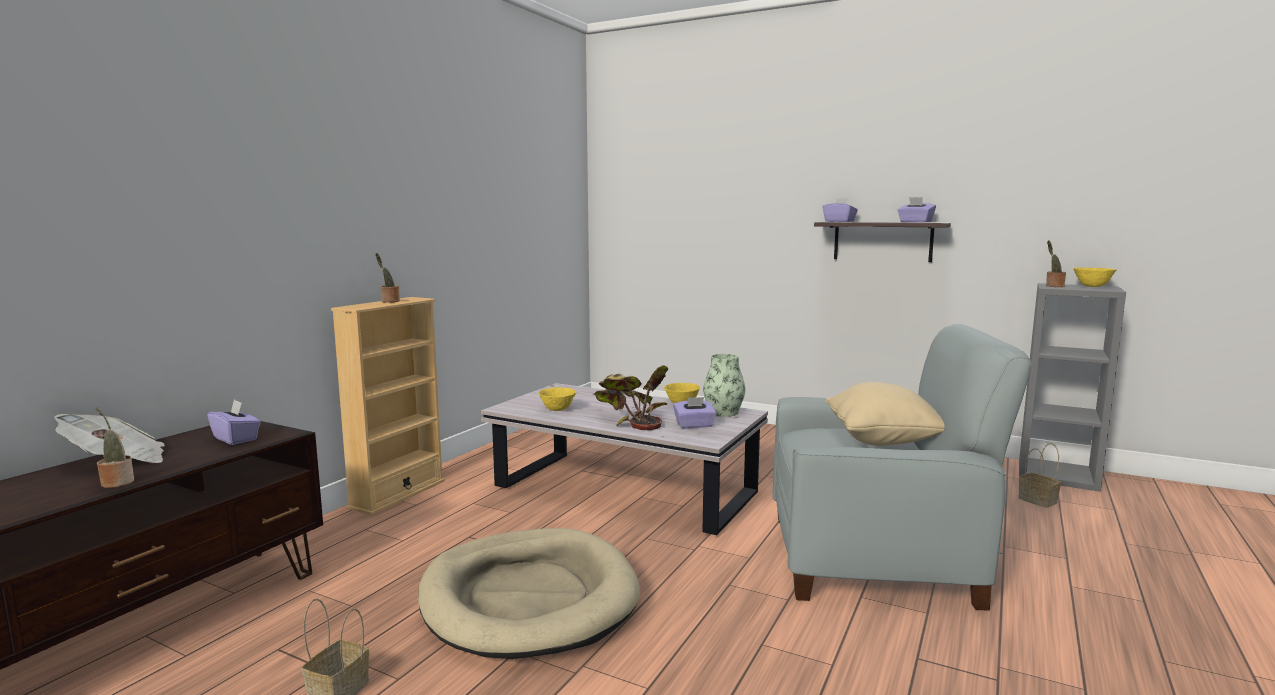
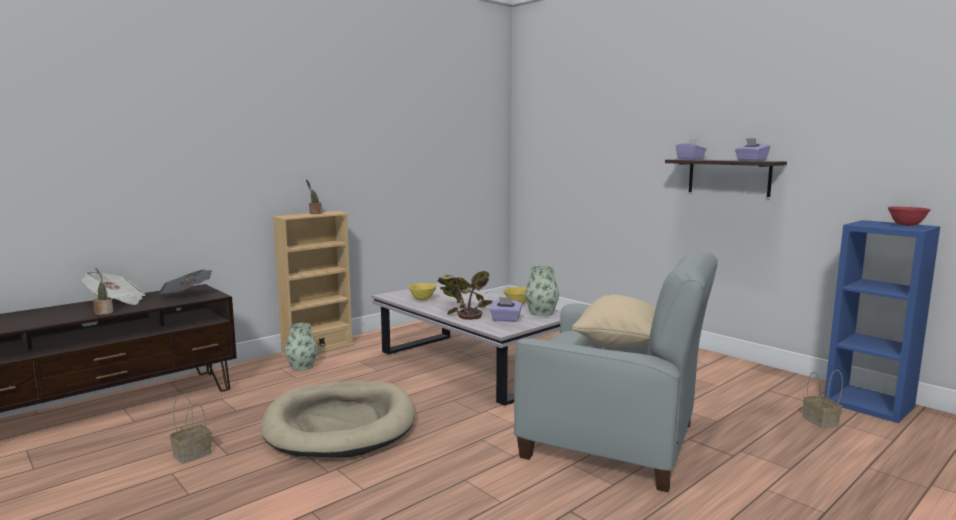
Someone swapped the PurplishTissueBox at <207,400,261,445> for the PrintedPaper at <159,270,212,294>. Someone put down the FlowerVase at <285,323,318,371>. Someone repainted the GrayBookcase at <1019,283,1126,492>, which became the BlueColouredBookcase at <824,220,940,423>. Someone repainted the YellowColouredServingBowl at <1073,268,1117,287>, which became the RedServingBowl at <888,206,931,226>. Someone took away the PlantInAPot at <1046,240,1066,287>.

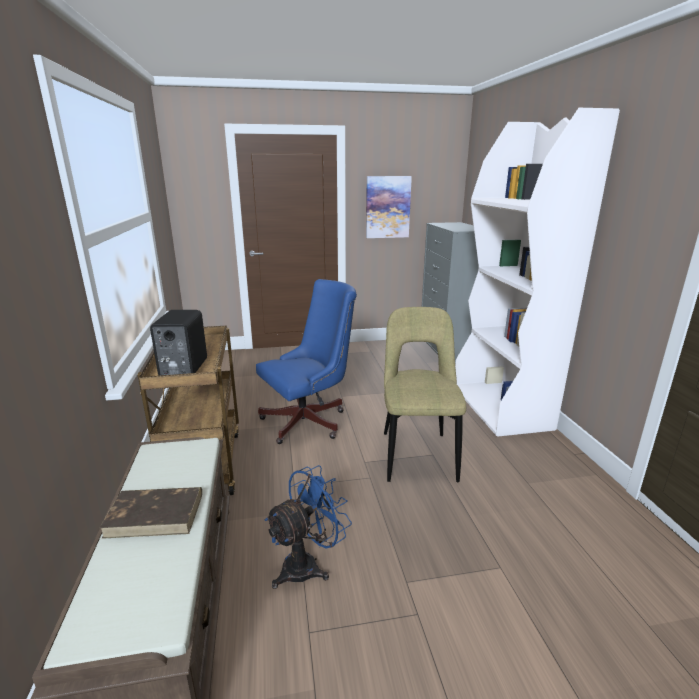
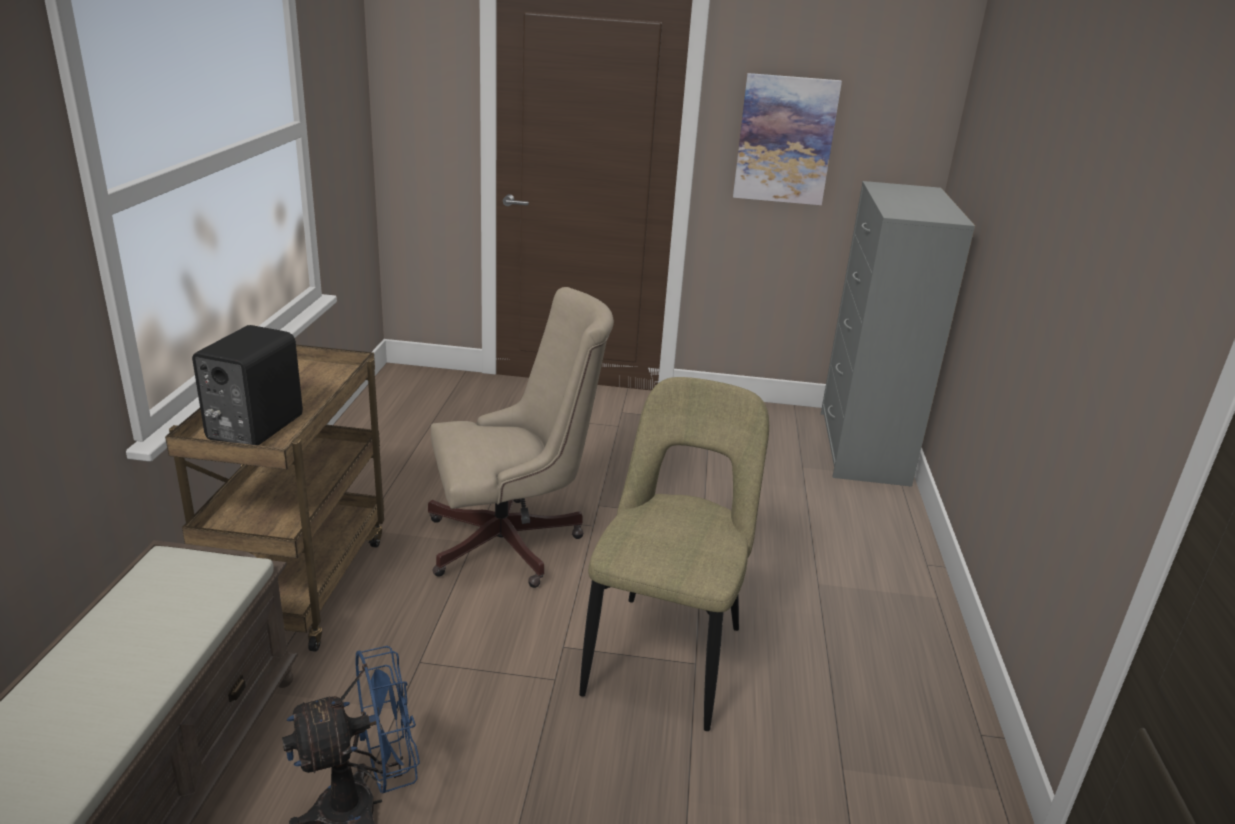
Someone repainted the BlueColouredComputerChair at <256,279,357,444>, which became the BeigeColouredComputerChair at <428,287,614,588>. Someone took away the BrownColouredBook at <99,487,202,539>. Someone took away the WhiteColouredBookcase at <455,108,620,437>.

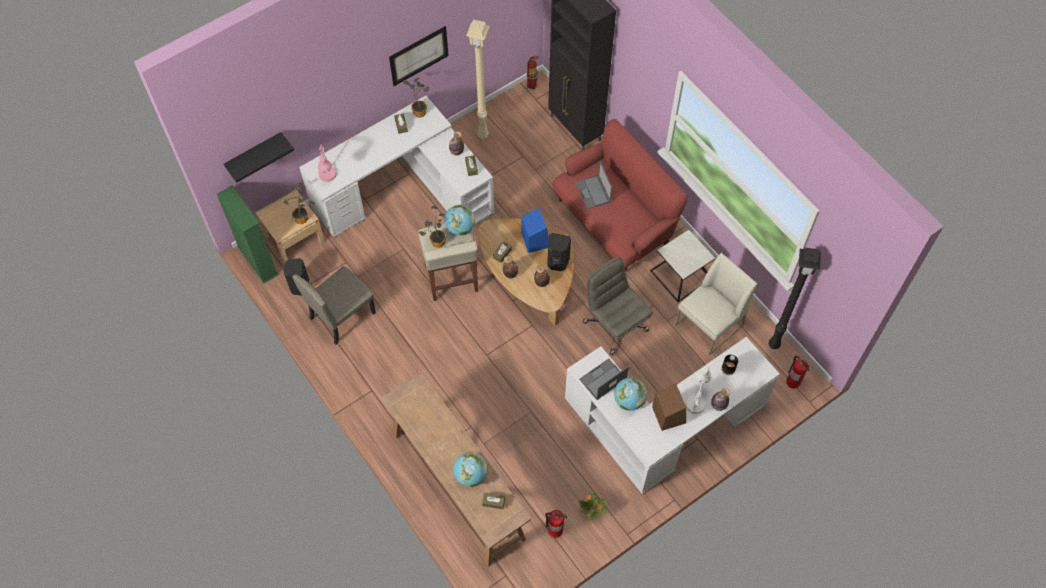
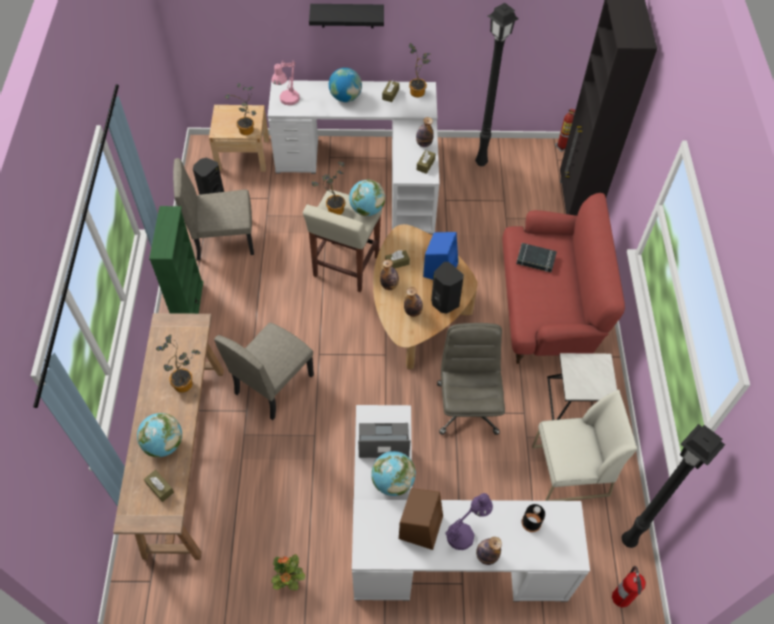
Someone carried the GreenColouredBookcase from <217,185,279,283> to <149,206,203,314>. Someone put down the PlantInAPot at <156,334,200,393>. Someone put down the BeigeColouredUprightChair at <214,323,314,420>. Someone carried the BlackColouredBracketShelf from <224,132,294,183> to <309,4,384,28>. Someone put down the WorldGlobe at <329,68,362,102>. Someone repainted the WhiteColouredLampForATable at <685,366,711,414>, which became the PurplishLampForATable at <445,493,493,550>. Someone repainted the BeigeColouredStandardLamp at <466,19,490,138>, which became the BlackColouredStandardLamp at <475,3,519,166>. Someone swapped the PortableComputer at <575,161,613,209> for the BlackColouredBook at <516,243,557,272>. Someone took away the WallPicture at <389,26,449,86>. Someone took away the Extinguisher at <545,510,567,538>.

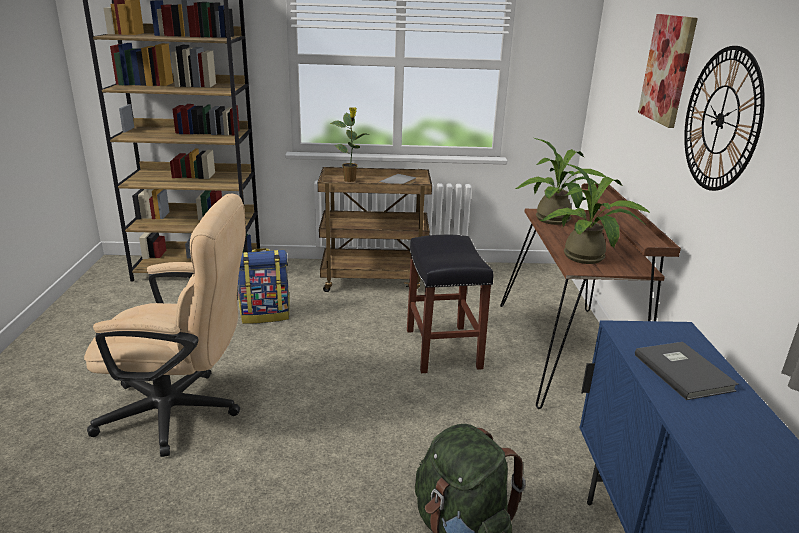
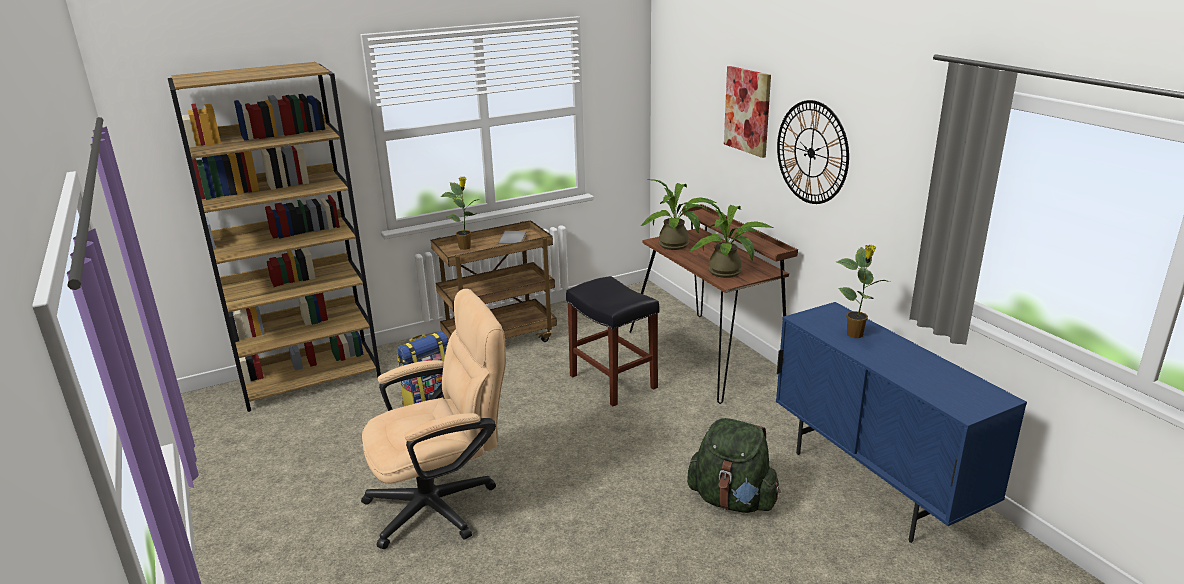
Someone swapped the GrayBook at <635,342,739,400> for the PlantInAPot at <837,244,891,338>.

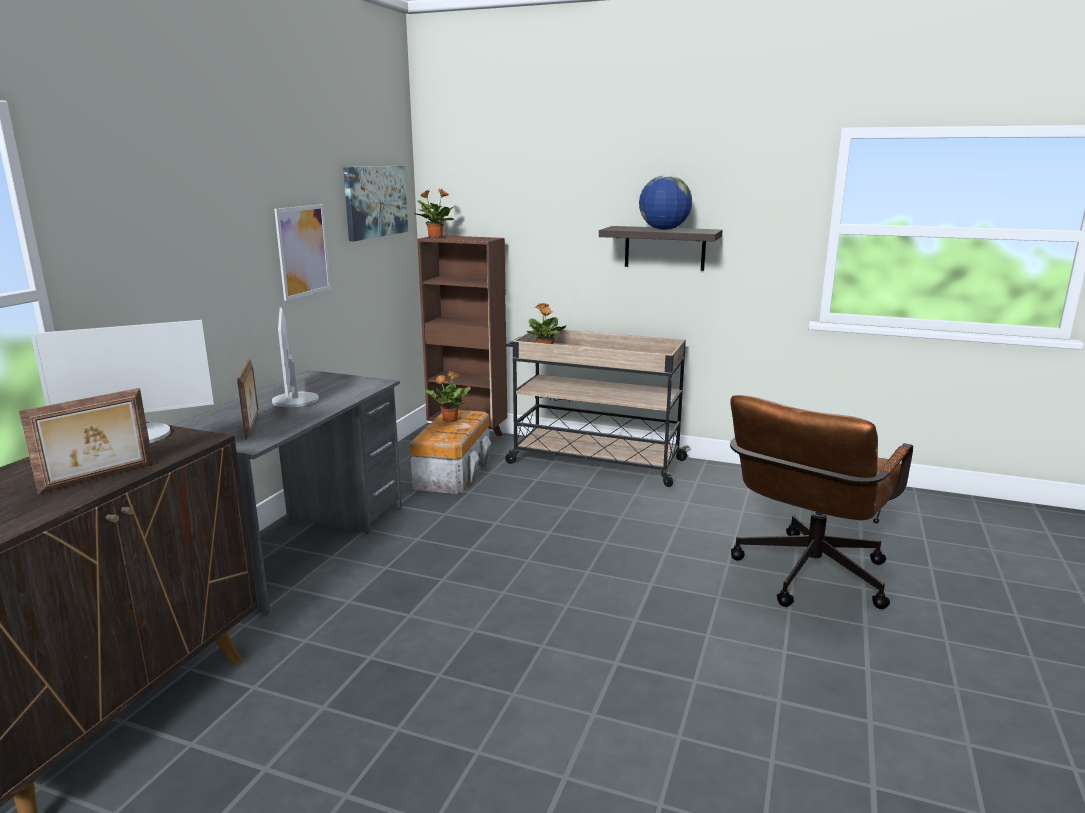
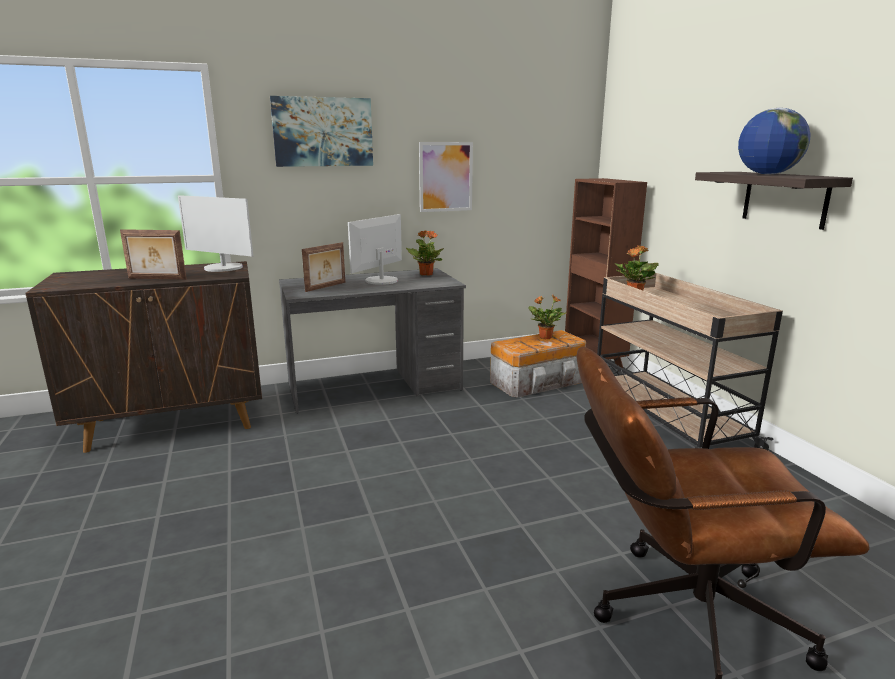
Someone carried the WallPicture from <343,166,408,241> to <270,96,373,167>. Someone carried the PlantInAPot from <413,188,455,238> to <406,230,444,276>.

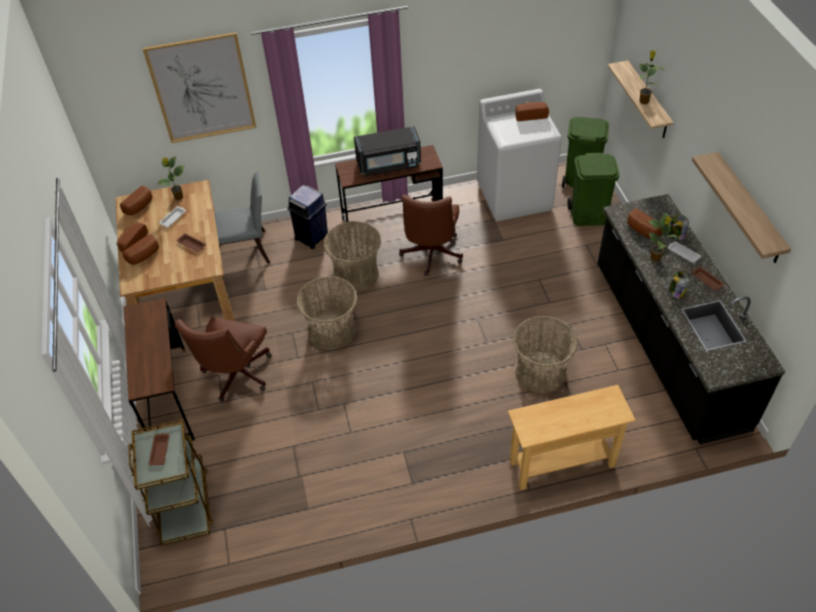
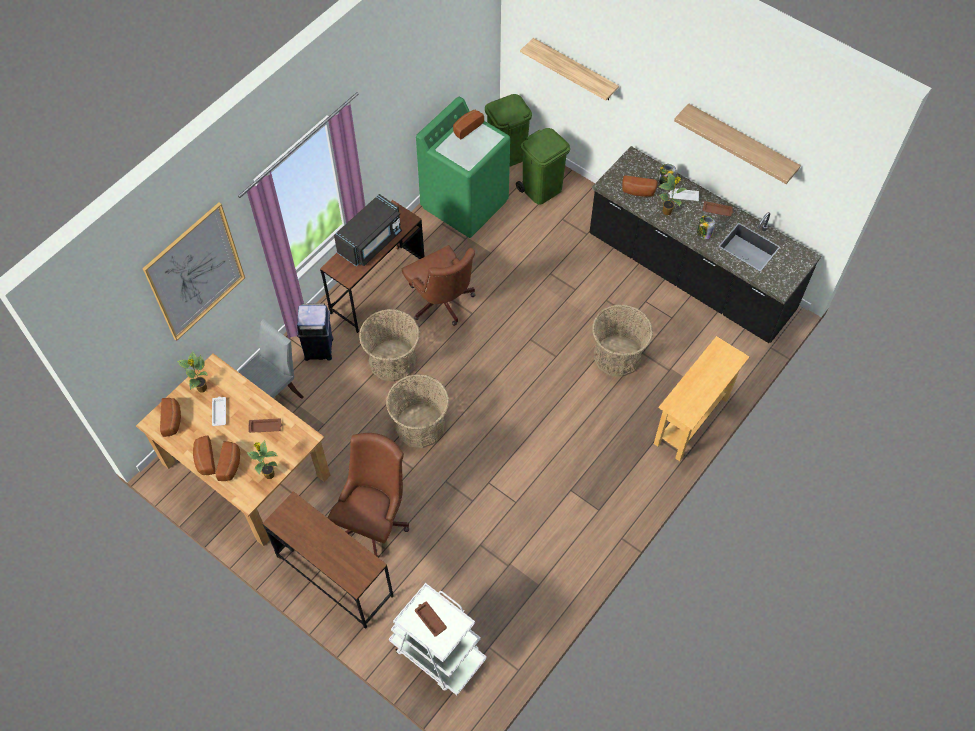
Someone carried the PlantInAPot from <639,51,664,104> to <247,441,278,479>. Someone rotated the BrownColouredComputerChair at <175,317,272,401> by 135 degrees counterclockwise. Someone repainted the BrownColouredCart at <128,420,213,546>, which became the WhiteColouredCart at <389,583,487,695>. Someone repainted the WhiteColouredWashingMachine at <477,89,562,221>, which became the GreenColouredWashingMachine at <416,97,510,238>.

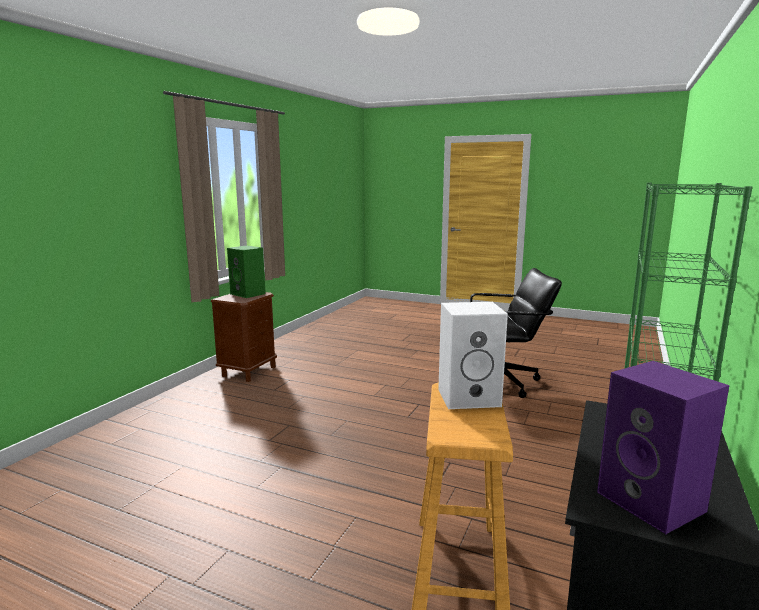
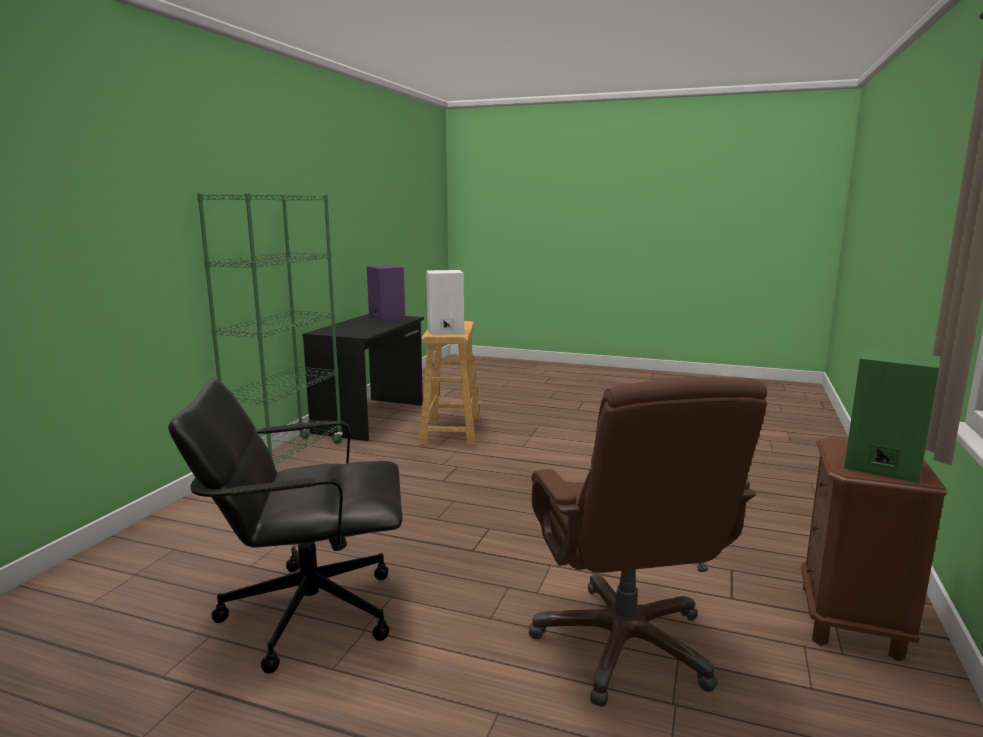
Someone put down the BrownColouredComputerChair at <529,377,767,707>.

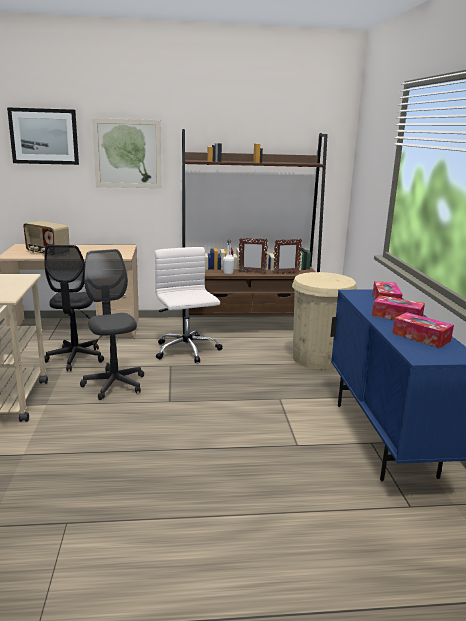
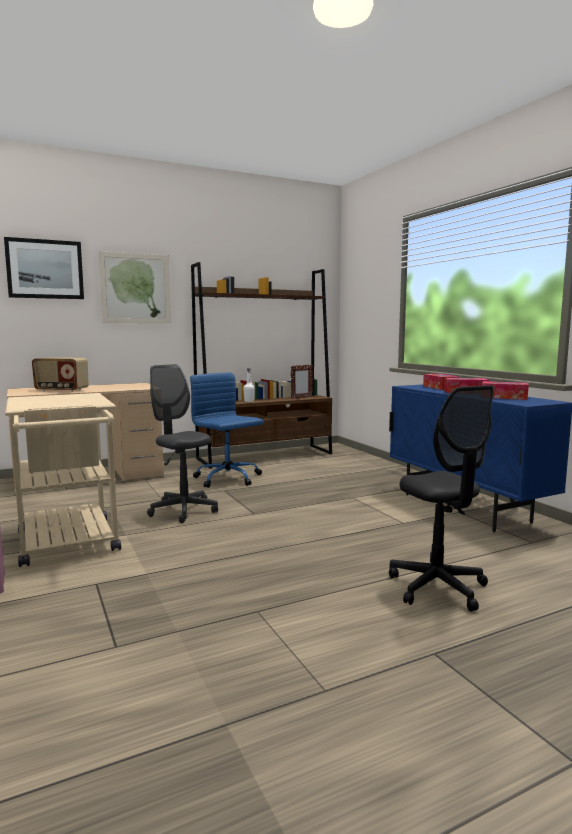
Someone repainted the WhiteColouredComputerChair at <155,247,223,363>, which became the BlueColouredComputerChair at <190,372,264,488>. Someone carried the BlackColouredComputerChair from <44,245,104,371> to <389,385,494,612>. Someone took away the PhotoFrame at <239,238,268,273>. Someone took away the BeigeColouredWasteBin at <292,272,357,370>.

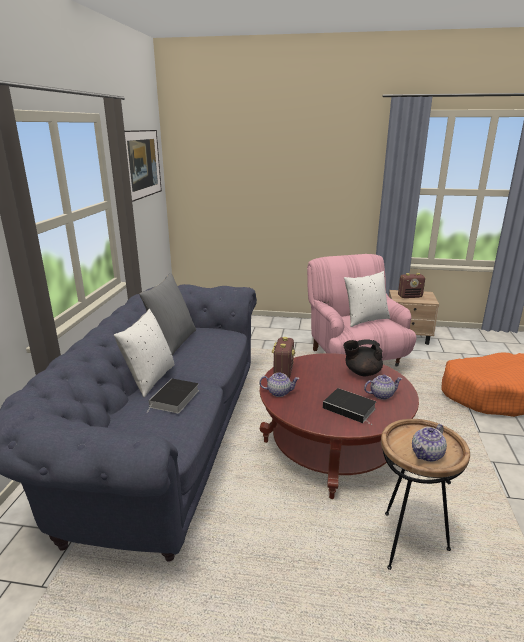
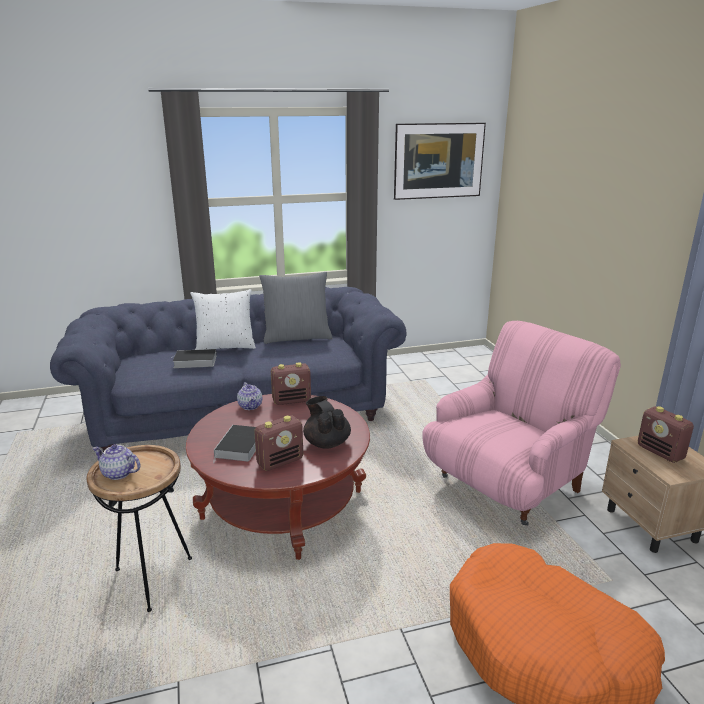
Someone swapped the Teapot at <364,375,402,400> for the RadioSet at <254,415,303,471>. Someone took away the WhiteColouredThrowPillow at <344,271,390,327>.

